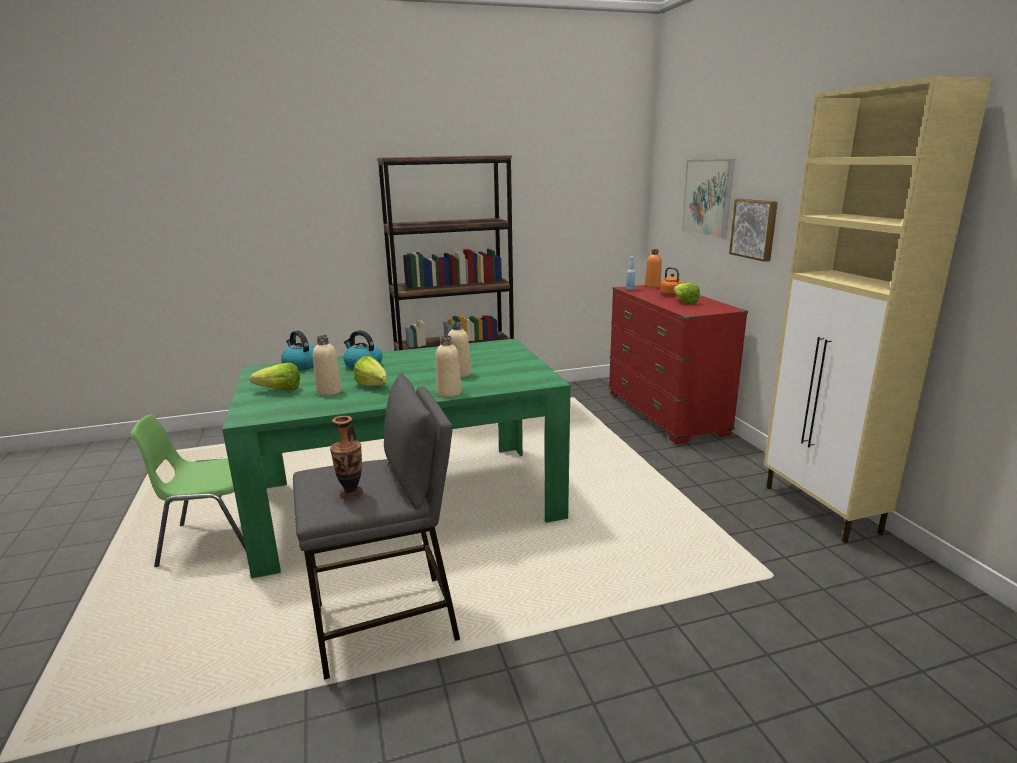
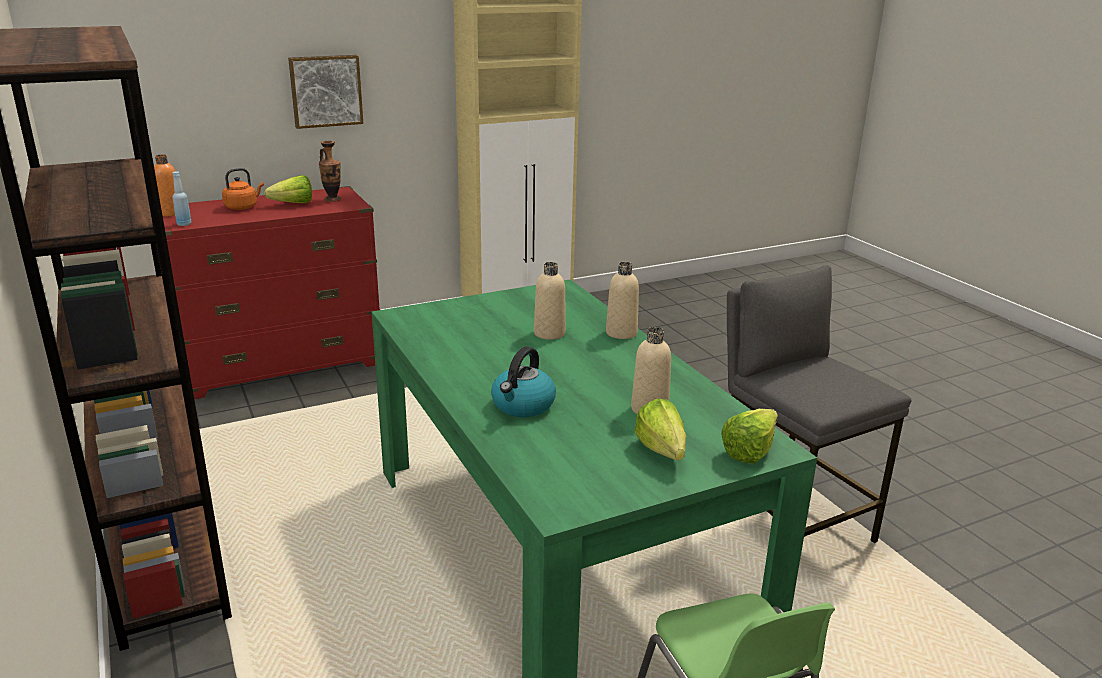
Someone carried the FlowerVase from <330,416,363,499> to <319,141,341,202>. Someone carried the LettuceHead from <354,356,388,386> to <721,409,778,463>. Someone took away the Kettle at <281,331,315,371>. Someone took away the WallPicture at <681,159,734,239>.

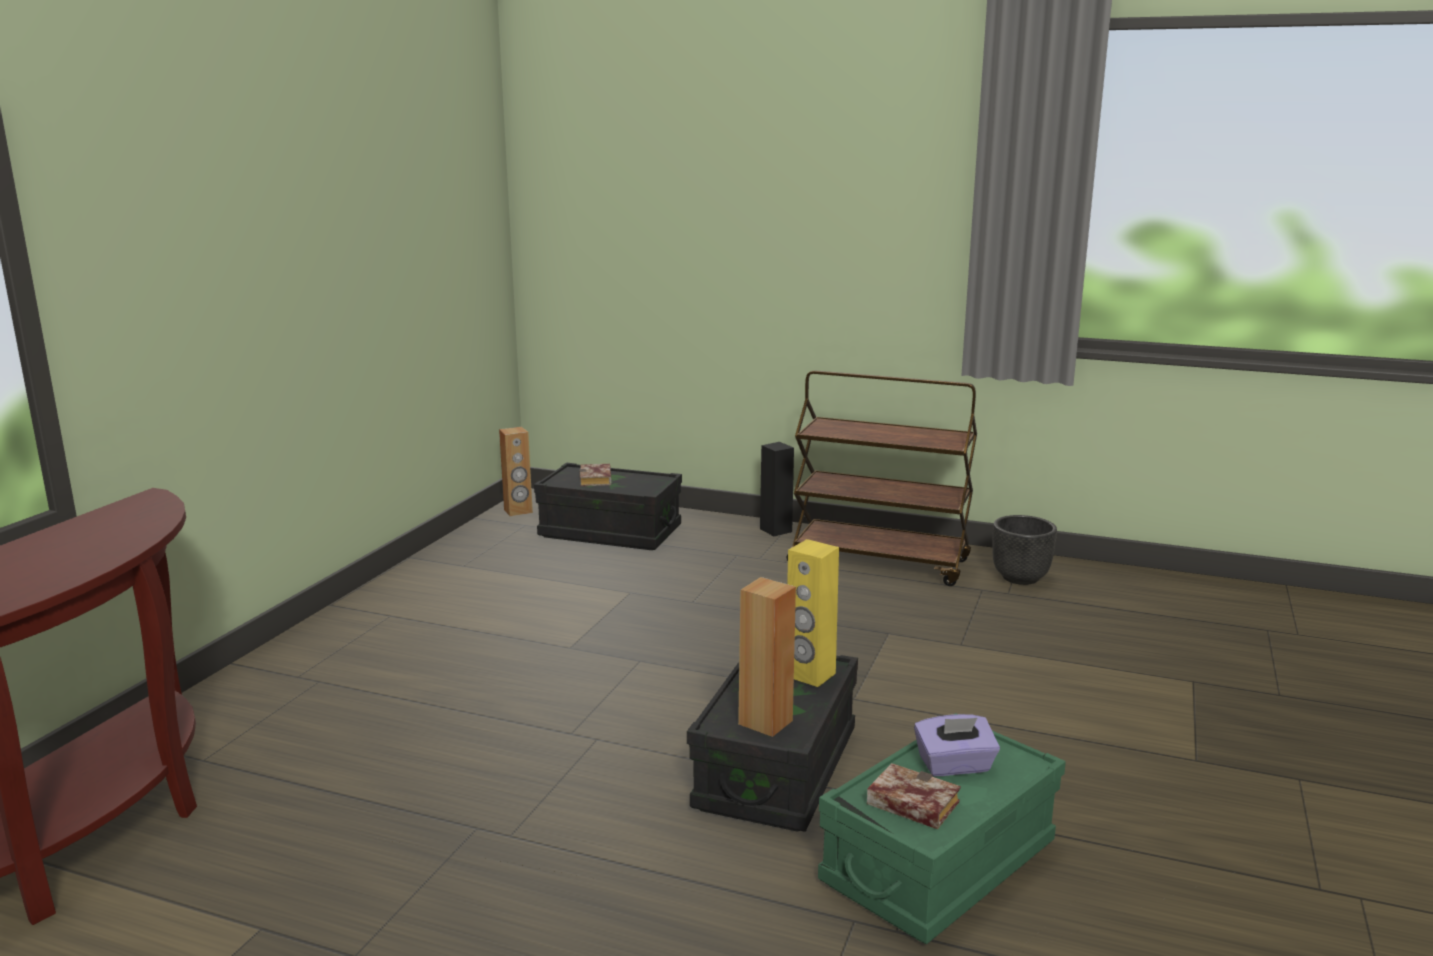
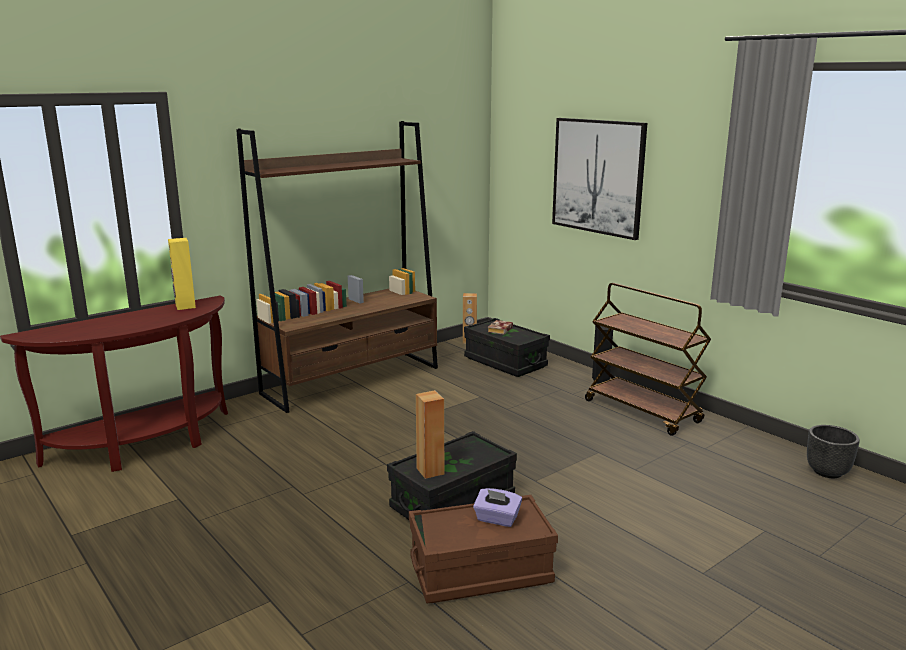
Someone carried the YellowColouredSpeaker from <787,539,839,687> to <168,238,196,310>. Someone put down the BrownColouredBookcase at <236,121,438,413>. Someone repainted the GreenColouredStorageContainer at <818,713,1066,945>, which became the BrownColouredStorageContainer at <409,495,558,604>. Someone put up the WallPicture at <552,118,647,240>. Someone carried the BlackColouredFlowerPot from <992,515,1057,585> to <807,425,860,478>. Someone took away the Book at <867,763,961,829>.

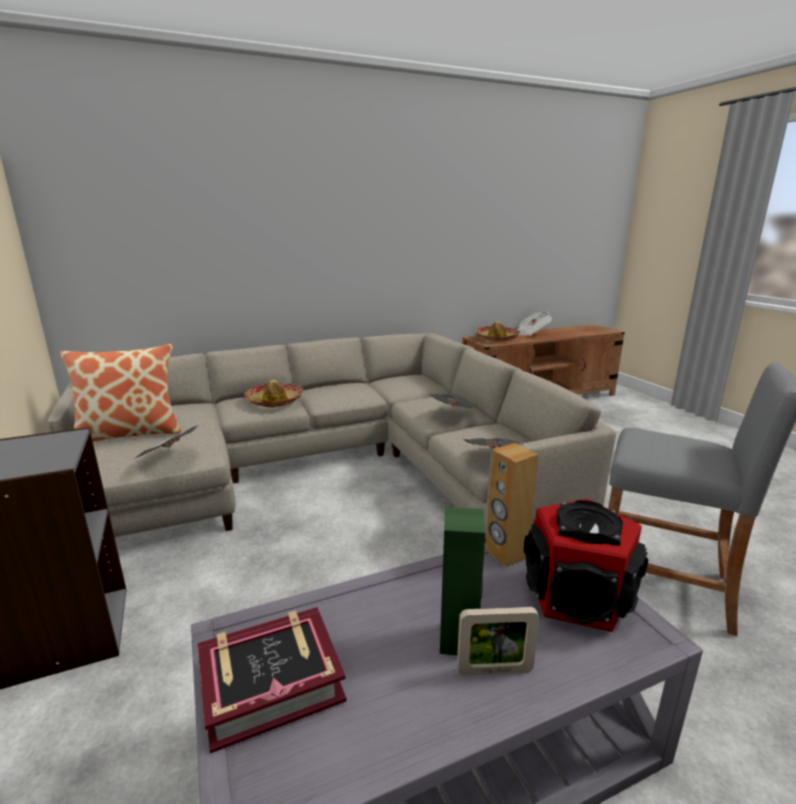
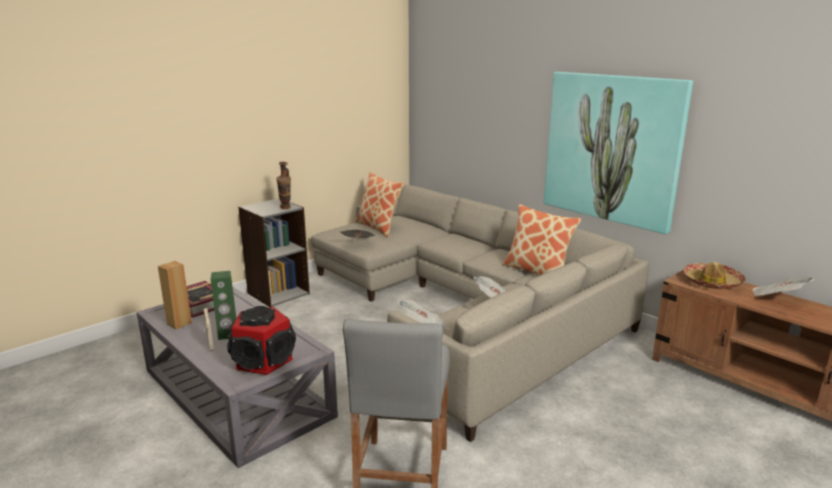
Someone carried the BrownColouredSpeaker from <485,443,538,567> to <158,261,192,329>. Someone put down the FlowerVase at <276,162,291,209>. Someone put down the ThrowPillow at <502,204,582,275>. Someone put up the WallPicture at <544,72,693,234>. Someone took away the Hat at <244,380,304,408>.

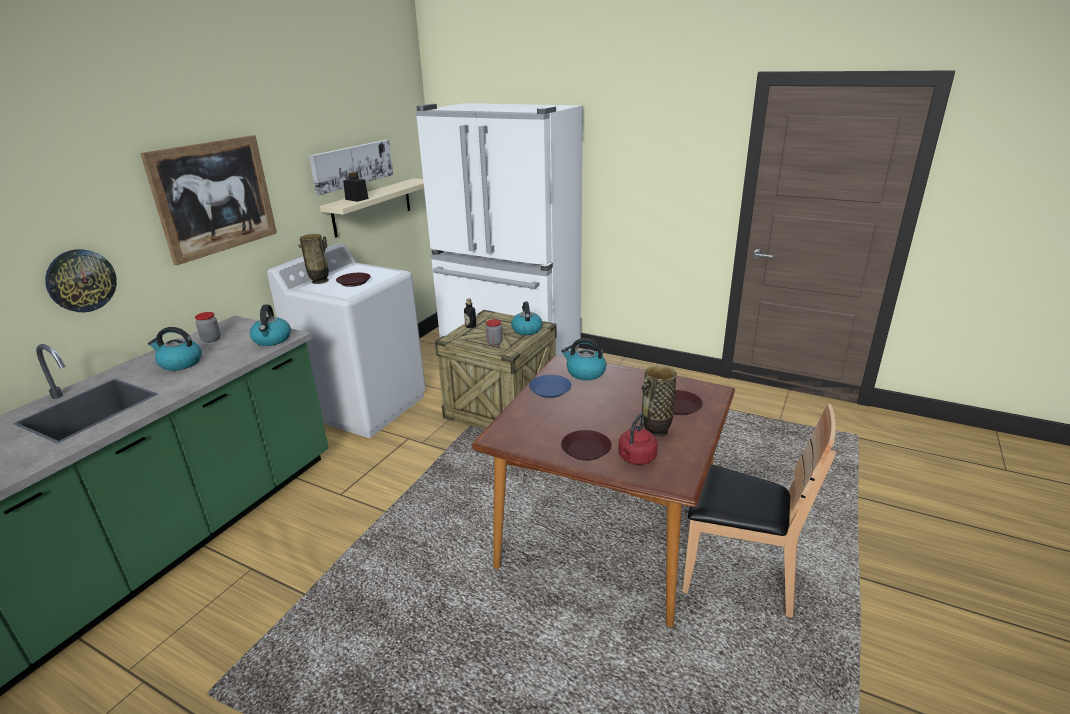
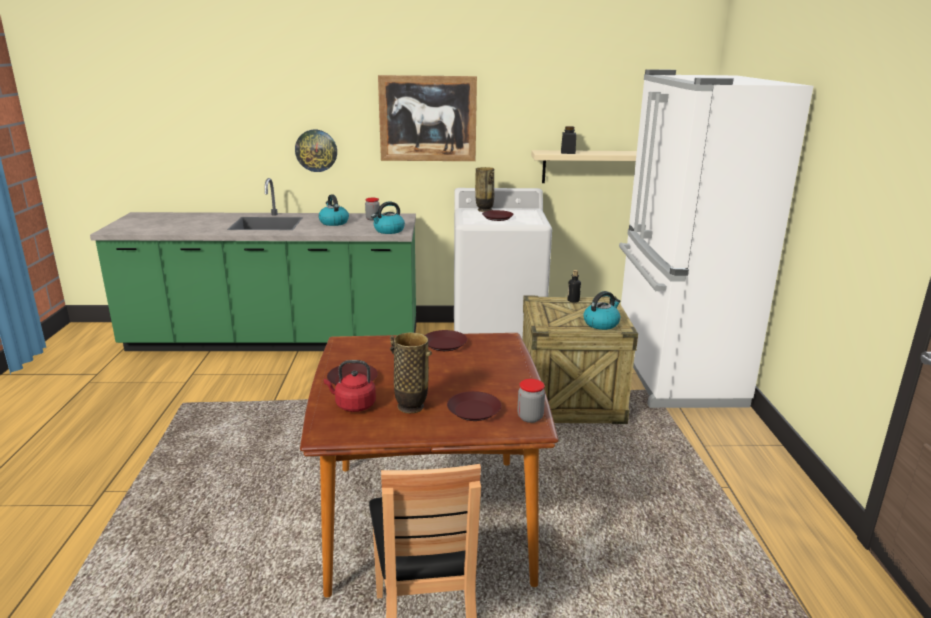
Someone repainted the BlueColouredDinnerPlate at <529,375,572,398>, which became the BrownColouredDinnerPlate at <425,330,467,351>. Someone carried the StorageJar from <486,319,503,346> to <517,379,545,423>. Someone took away the WallPicture at <309,140,393,195>. Someone took away the Kettle at <561,338,607,380>.

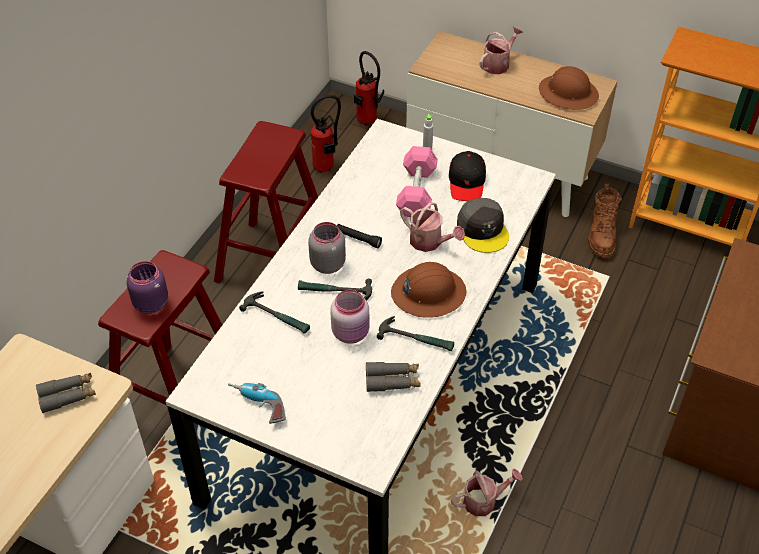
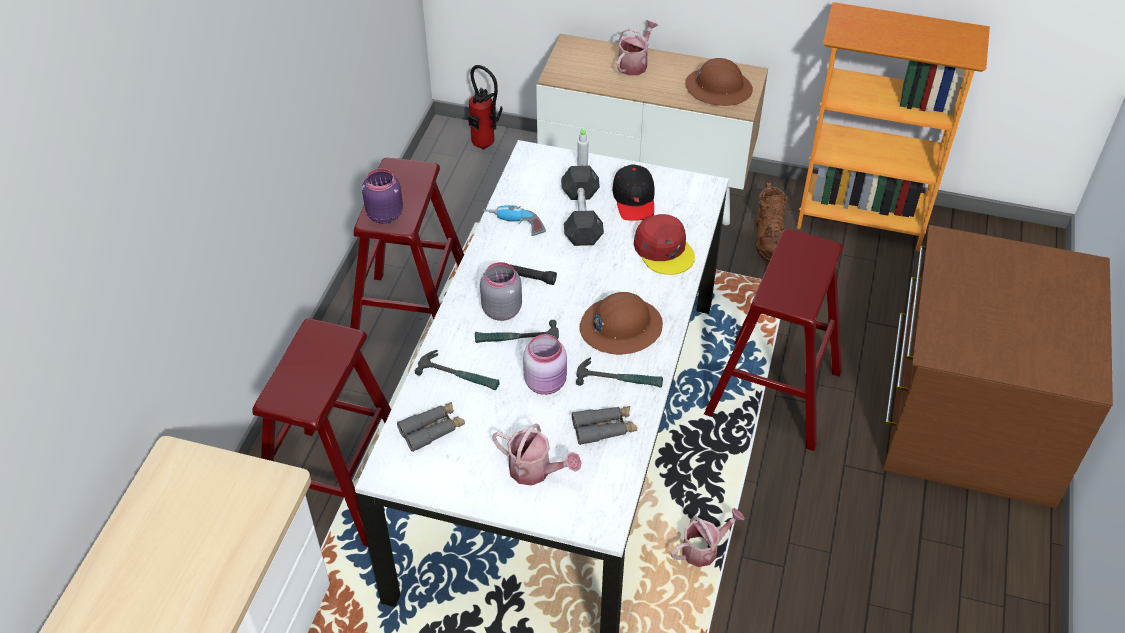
Someone carried the PurplishStorageJar from <127,261,168,314> to <362,168,403,224>. Someone carried the GrayFieldGlasses from <36,373,96,413> to <397,402,465,452>. Someone carried the Drill from <228,383,286,424> to <483,205,546,236>. Someone carried the SprinklingCan from <400,203,465,252> to <492,423,582,486>. Someone repainted the PinkColouredHandWeight at <396,146,438,217>, which became the GrayHandWeight at <561,165,604,246>. Someone repainted the GrayCap at <457,198,509,253>, which became the RedCap at <634,214,695,275>. Someone put down the RedStoolSeat at <704,229,843,451>. Someone took away the Extinguisher at <310,95,341,173>.

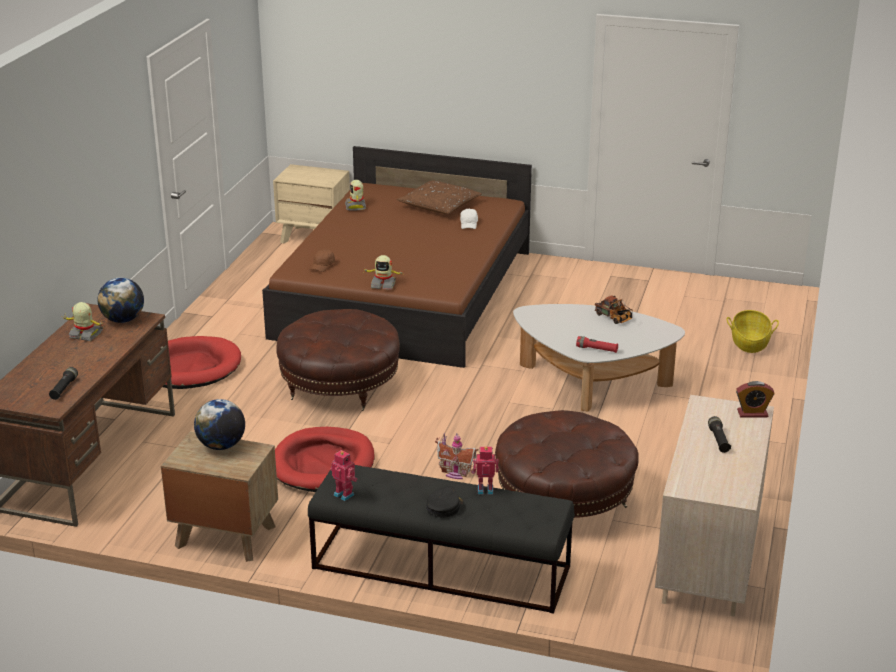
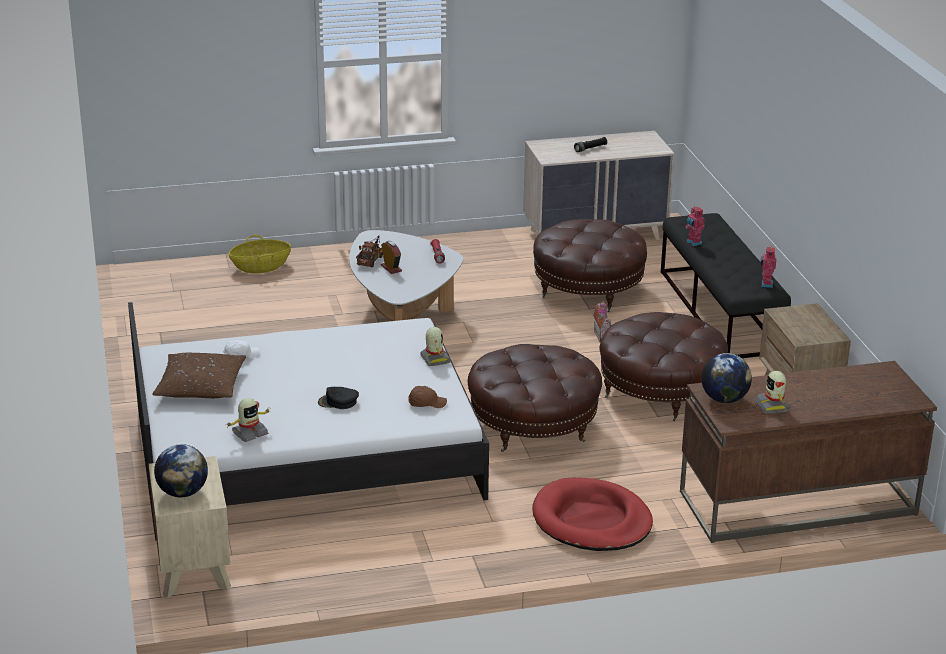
Someone repainted the BrownColouredBed at <262,146,532,368>, which became the WhiteColouredBed at <128,302,489,540>. Someone carried the WorldGlobe from <194,399,245,450> to <154,444,208,497>. Someone carried the BlackColouredCap from <426,486,464,517> to <318,387,359,409>. Someone carried the BedsideClock from <736,381,774,418> to <381,241,402,274>. Someone swapped the RedPetBed at <275,427,374,492> for the BrownColouredFootrest at <599,312,728,421>. Someone took away the BlackColouredFlashlight at <49,367,78,400>.

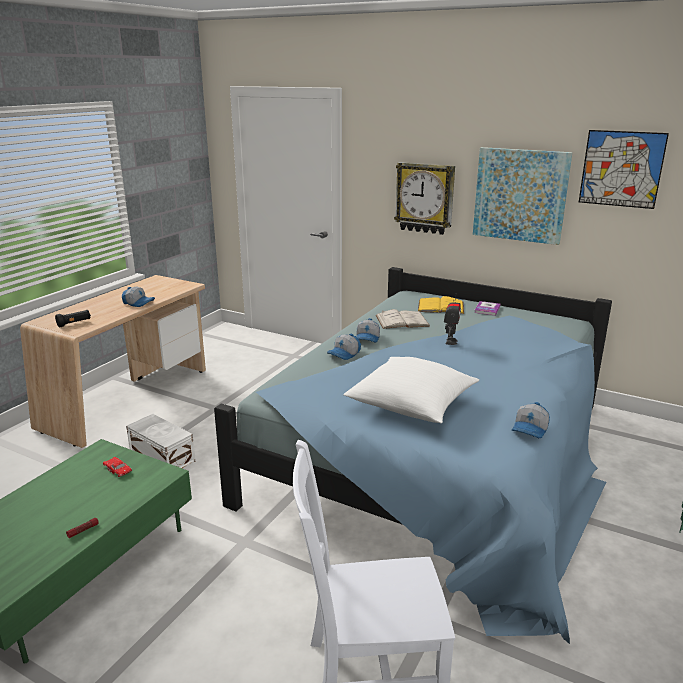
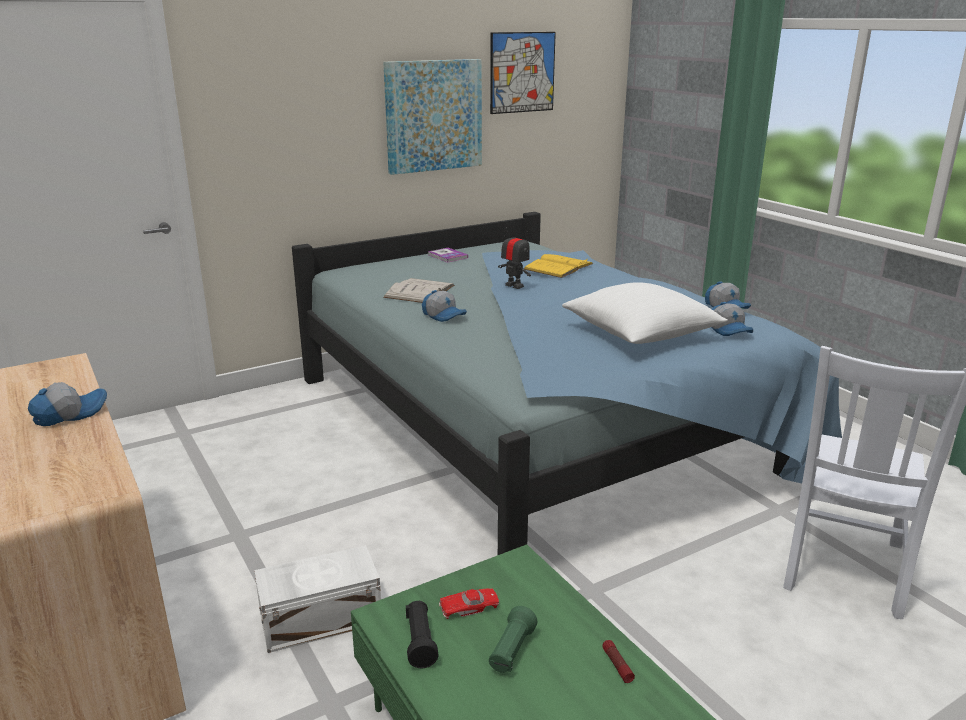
Someone carried the BlackColouredFlashlight from <55,310,91,327> to <405,601,439,668>. Someone put down the GreenColouredFlashlight at <489,606,537,673>. Someone carried the YellowColouredBook from <418,296,464,314> to <524,254,593,278>. Someone carried the Cap from <327,334,361,360> to <712,302,753,336>. Someone took away the WallClock at <394,162,455,235>.

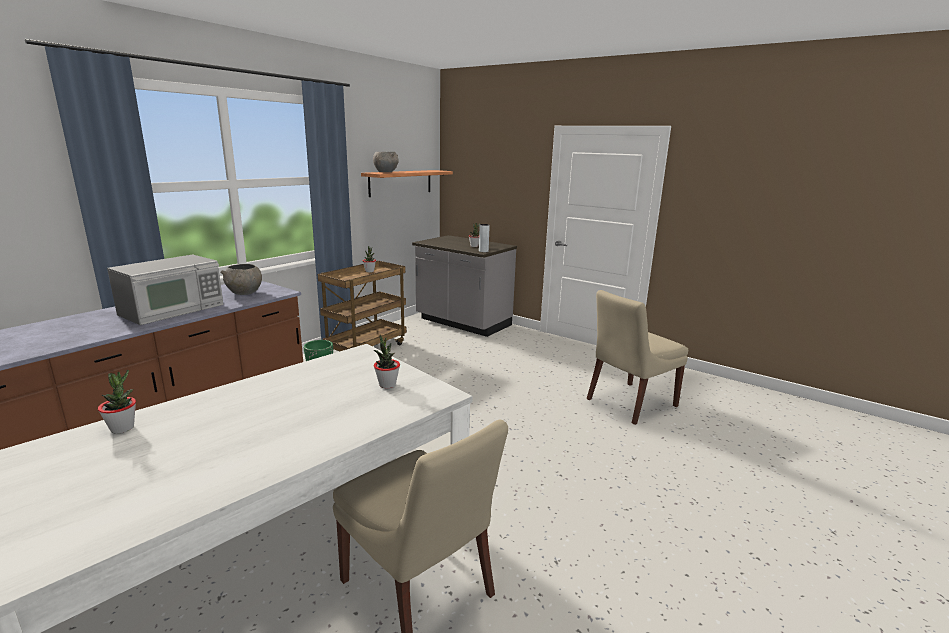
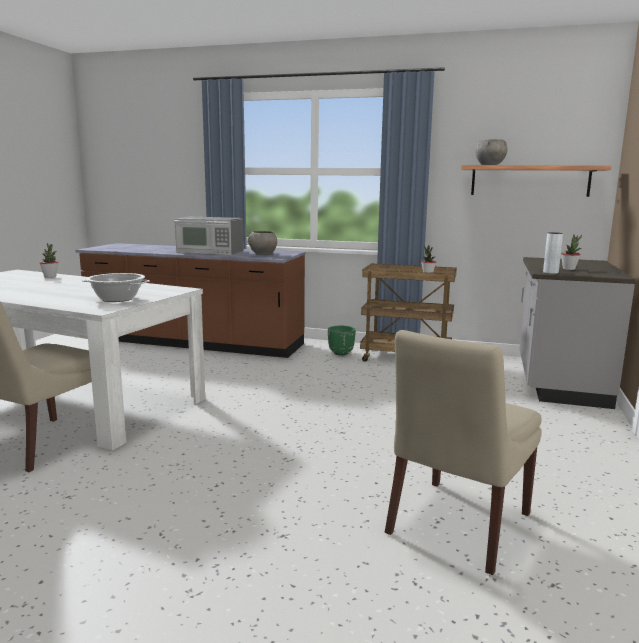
Someone swapped the PlantInAPot at <374,335,400,388> for the Stockpot at <82,273,150,302>. Someone rotated the BeigeColouredUprightChair at <587,290,688,425> by 90 degrees counterclockwise.

